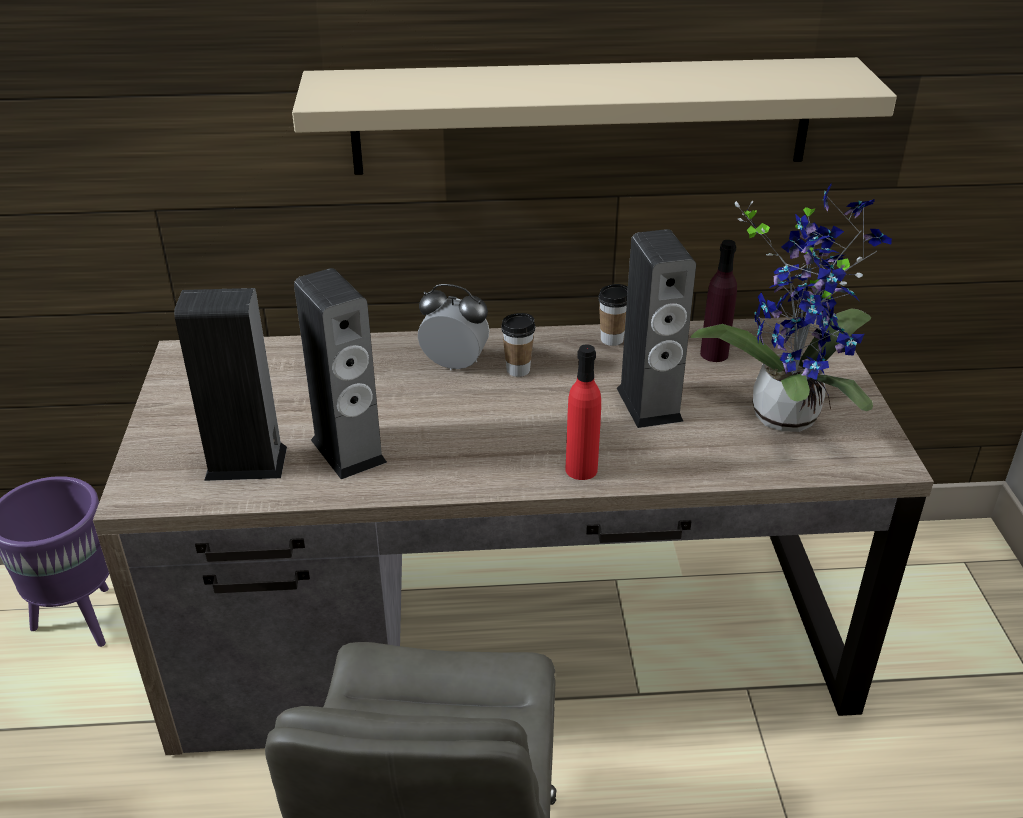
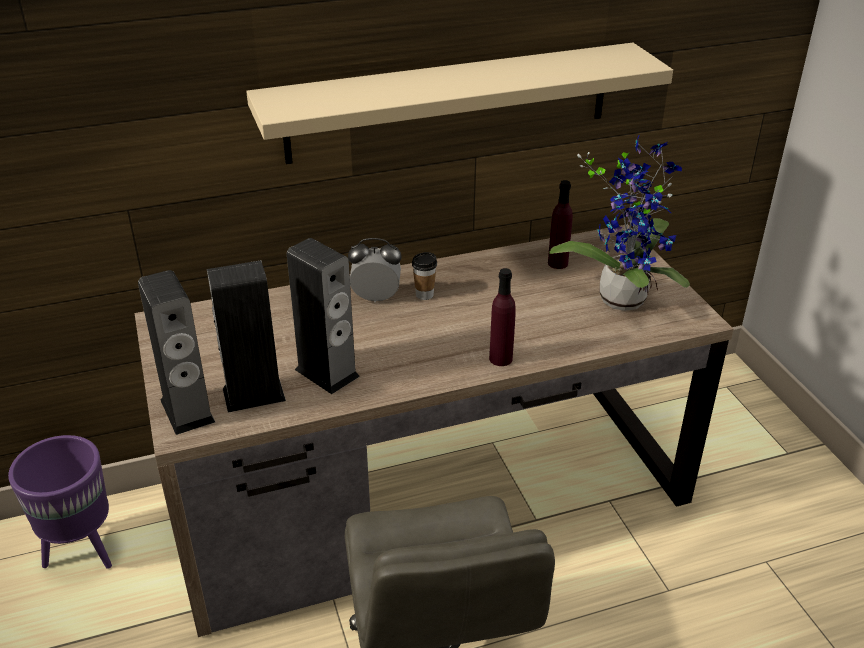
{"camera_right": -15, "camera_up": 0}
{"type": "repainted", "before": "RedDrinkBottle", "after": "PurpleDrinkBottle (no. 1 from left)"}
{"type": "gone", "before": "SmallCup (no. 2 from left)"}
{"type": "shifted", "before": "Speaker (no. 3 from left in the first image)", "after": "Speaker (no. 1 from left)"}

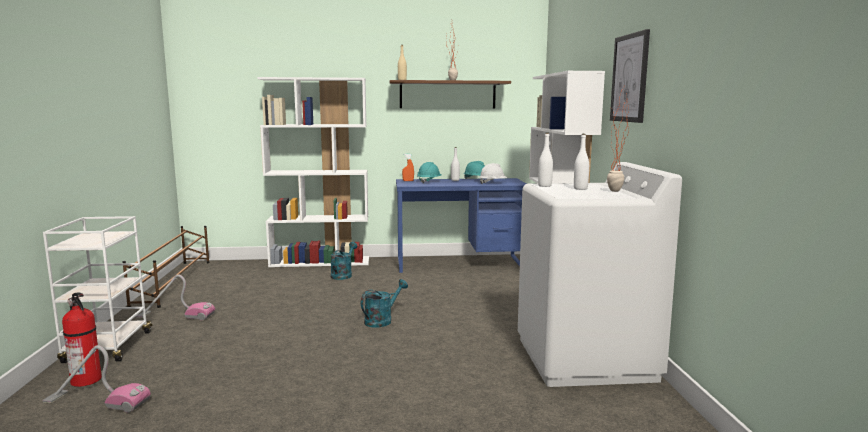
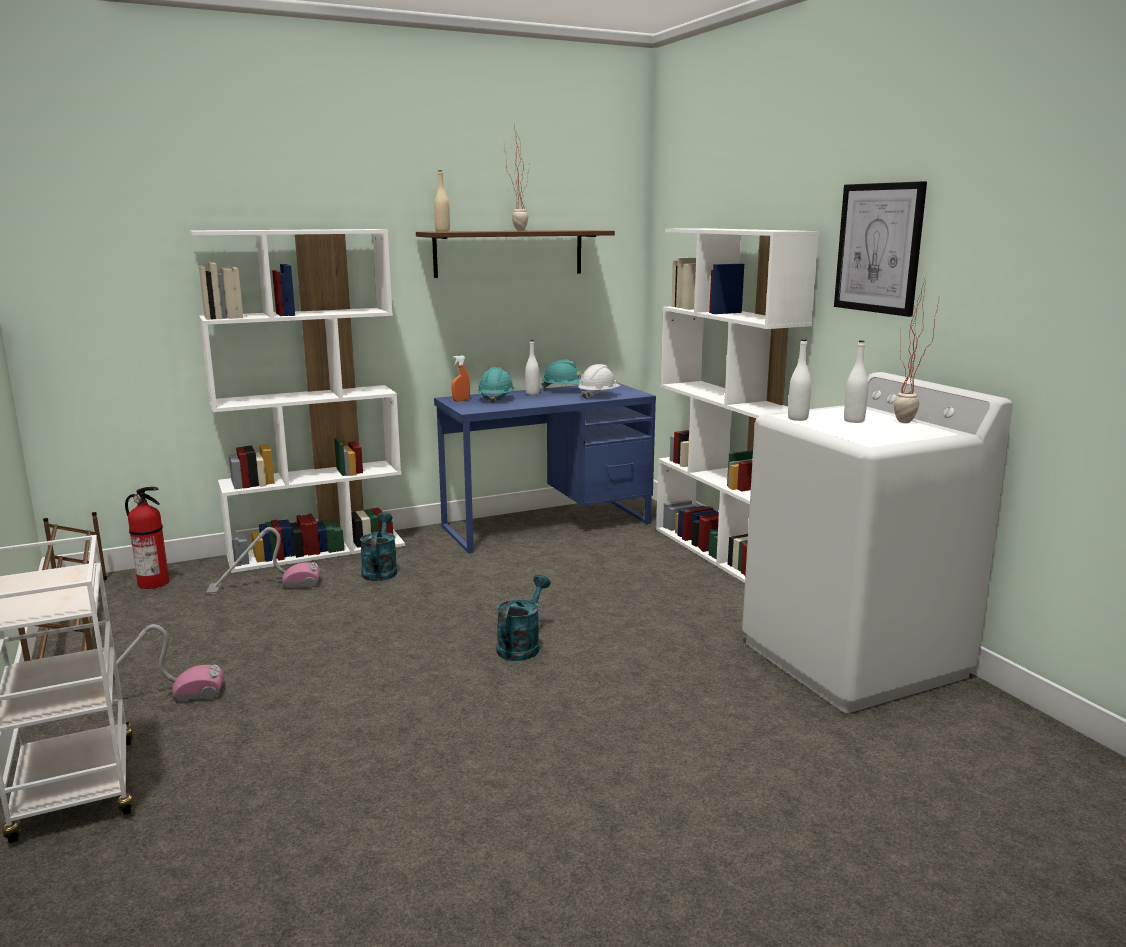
{"camera_right": -20, "camera_up": 5}
{"type": "shifted", "before": "Hoover (no. 1 from left in the first image)", "after": "Hoover (no. 2 from left)"}
{"type": "shifted", "before": "FireExtinguisher"}

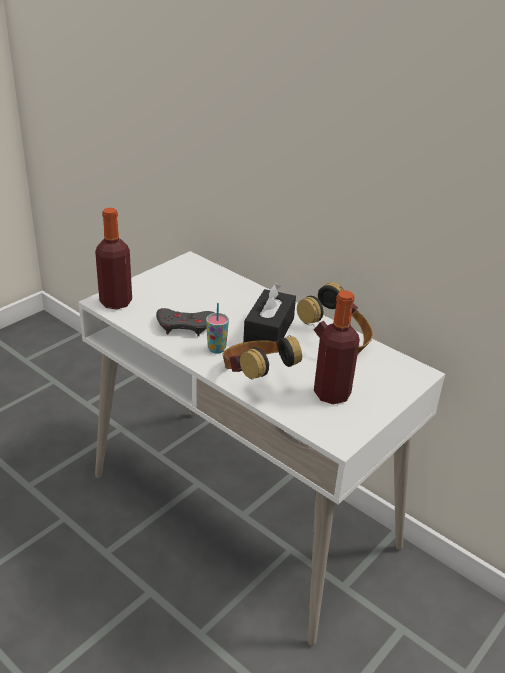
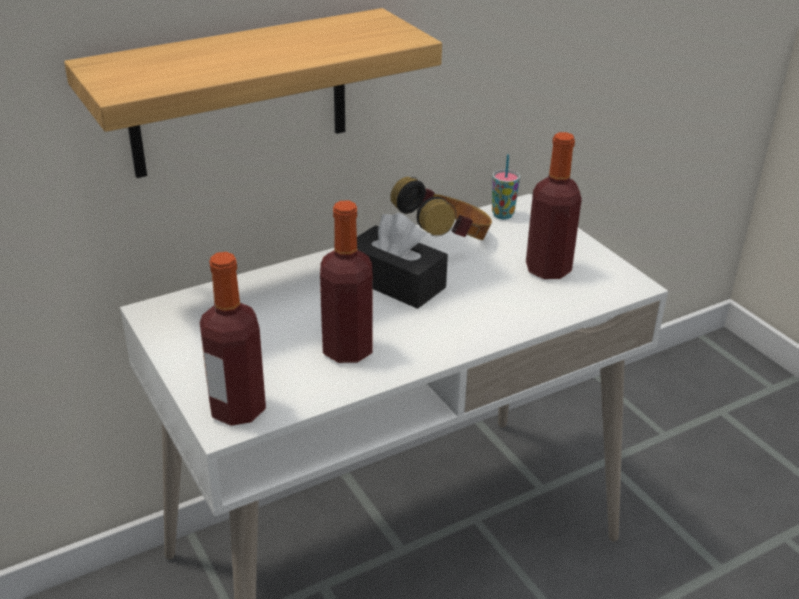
{"camera_right": -70, "camera_up": 0}
{"type": "swapped", "before": "GreyishGameController", "after": "DrinkBottle (no. 2 from left)"}
{"type": "shifted", "before": "SmallCup"}
{"type": "gone", "before": "PairOfHeadphones (no. 1 from left)"}
{"type": "new", "after": "WallShelf"}

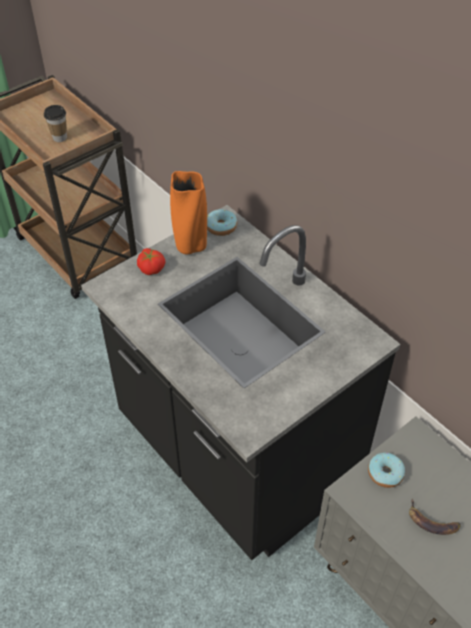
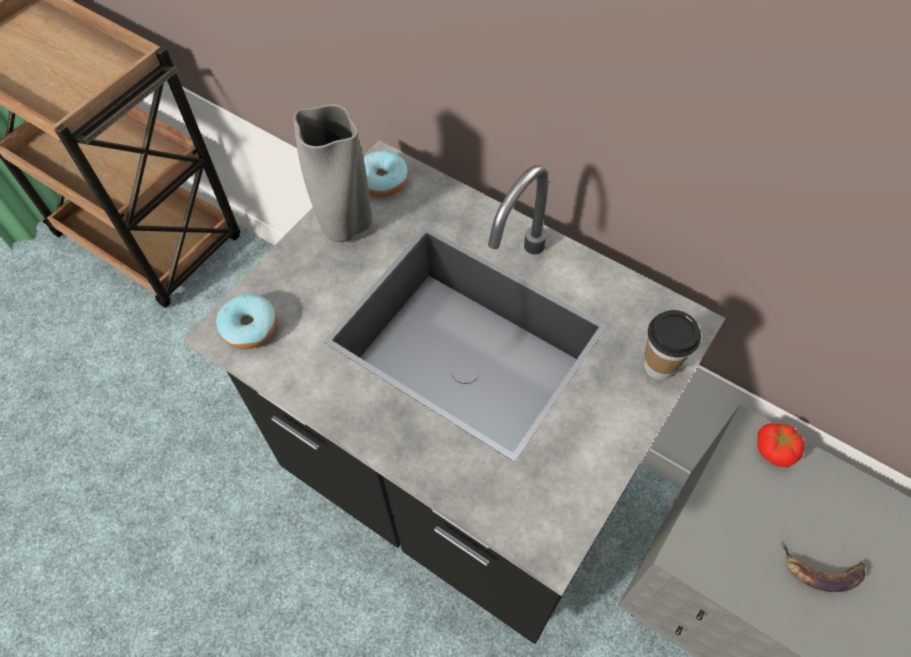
{"camera_right": -15, "camera_up": 10}
{"type": "shifted", "before": "SmallCup"}
{"type": "shifted", "before": "WholeTomato"}
{"type": "repainted", "before": "OrangeyVase", "after": "GreyishVase"}
{"type": "shifted", "before": "Doughnut (no. 2 from left in the first image)", "after": "Doughnut (no. 1 from left)"}

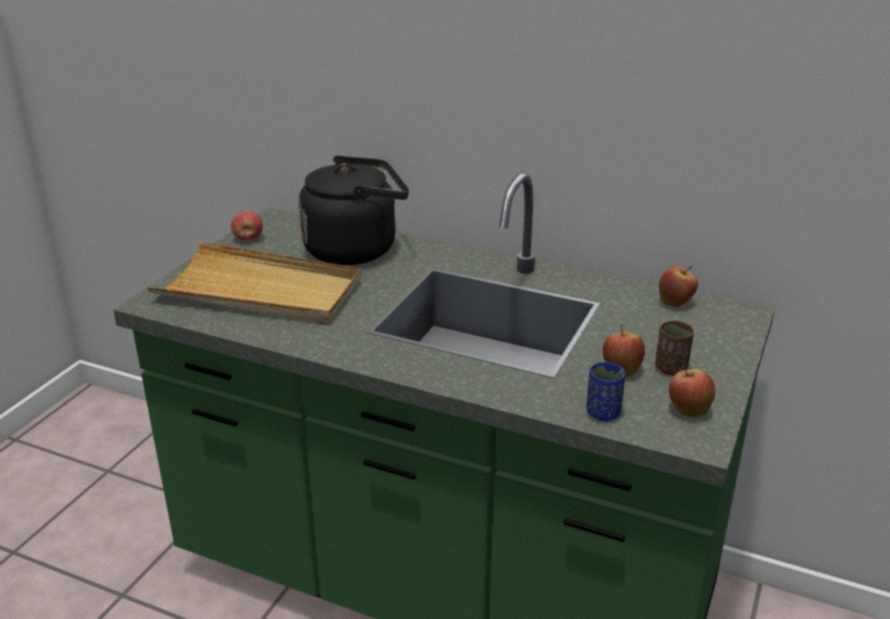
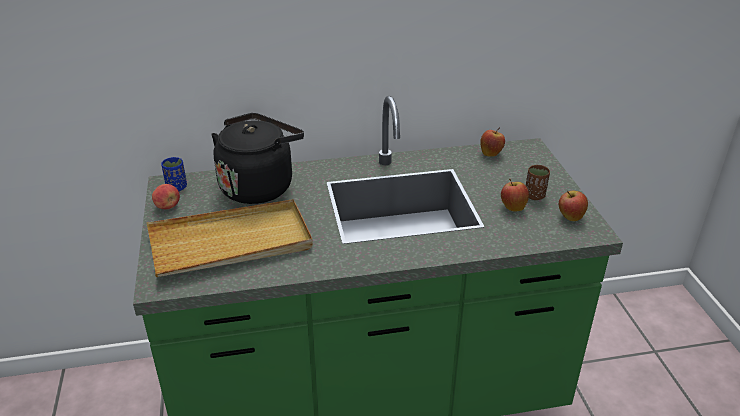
{"camera_right": -35, "camera_up": 5}
{"type": "shifted", "before": "BluishSmallCup"}

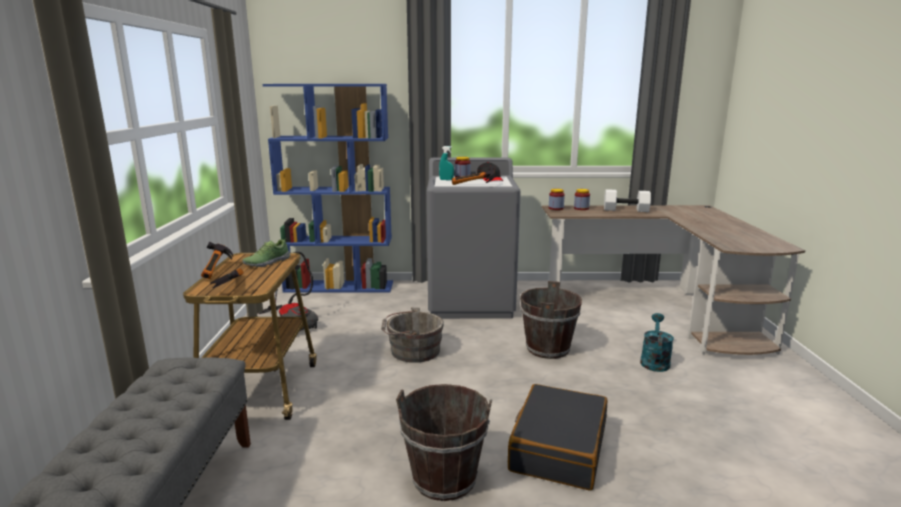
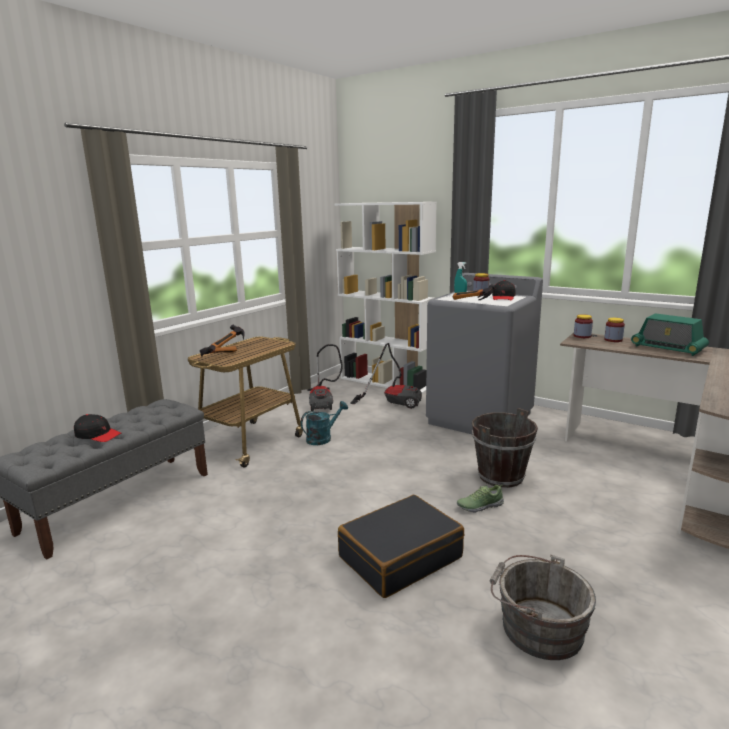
{"camera_right": 35, "camera_up": 0}
{"type": "shifted", "before": "ItemOfFootwear"}
{"type": "repainted", "before": "BluishBookcase", "after": "WhiteBookcase"}
{"type": "shifted", "before": "GreyishBucket"}
{"type": "gone", "before": "BrownBucket (no. 1 from left)"}
{"type": "swapped", "before": "WhiteHandWeight", "after": "RadioSet"}
{"type": "shifted", "before": "TurquoiseWateringCan"}
{"type": "new", "after": "BlackishPeakedCap (no. 1 from left)"}
{"type": "new", "after": "Hoover (no. 2 from left)"}

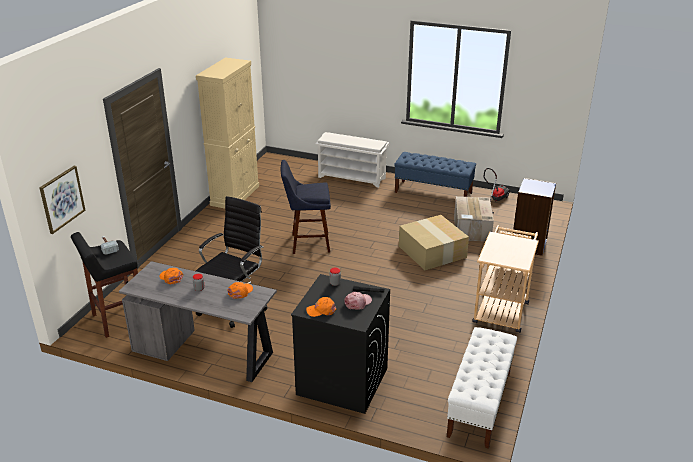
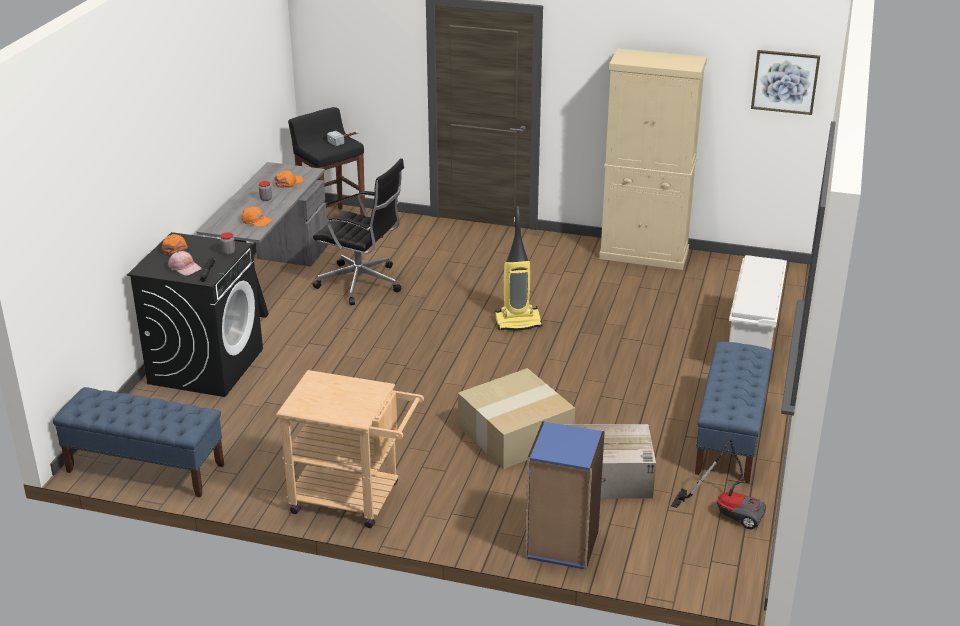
{"camera_right": 85, "camera_up": 0}
{"type": "shifted", "before": "Picture"}
{"type": "swapped", "before": "BluishStool", "after": "Hoover (no. 1 from left)"}
{"type": "repainted", "before": "WhiteIndoorBench", "after": "BluishIndoorBench (no. 1 from left)"}

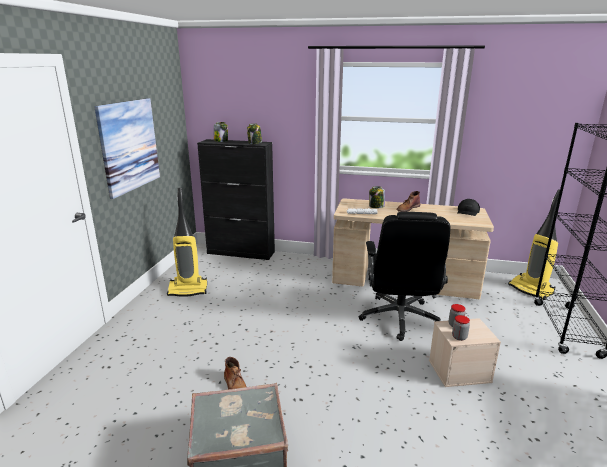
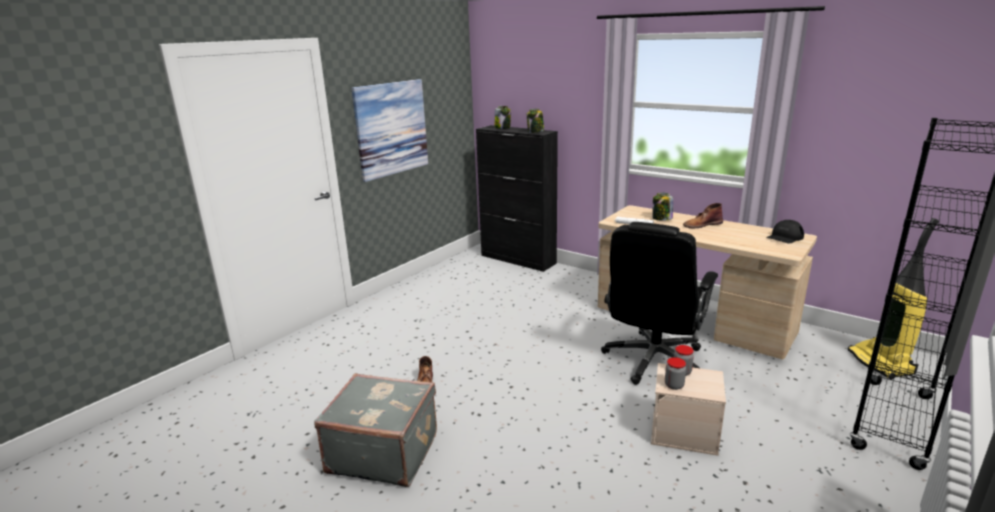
{"camera_right": 25, "camera_up": 0}
{"type": "gone", "before": "Hoover (no. 1 from left)"}

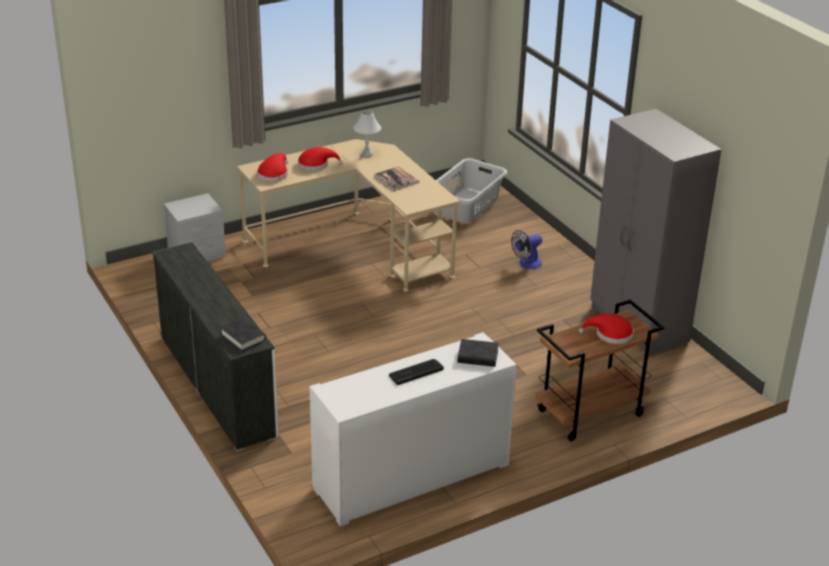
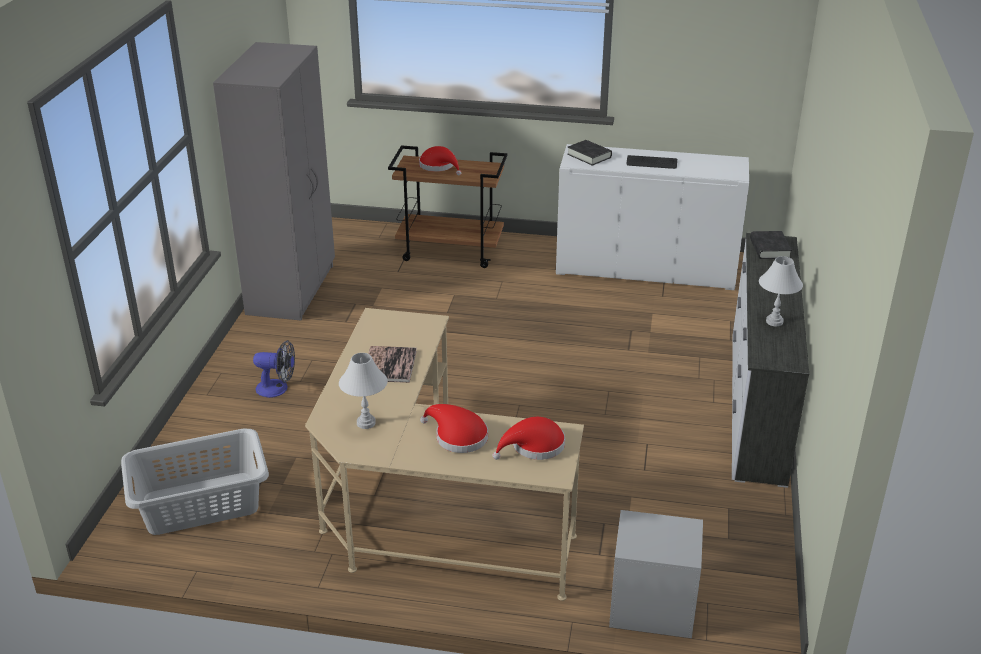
{"camera_right": -140, "camera_up": 0}
{"type": "new", "after": "WhiteTableLamp (no. 2 from left)"}

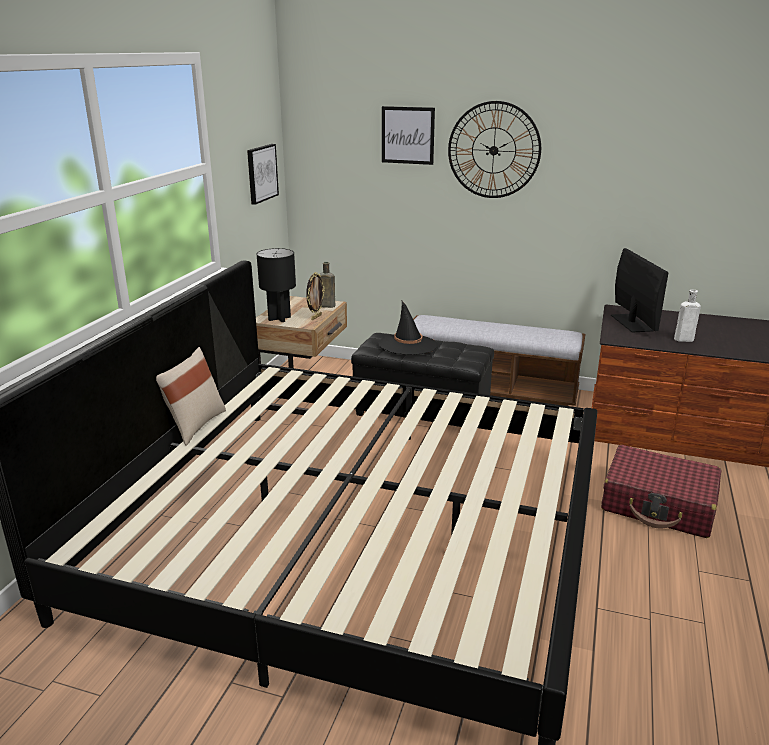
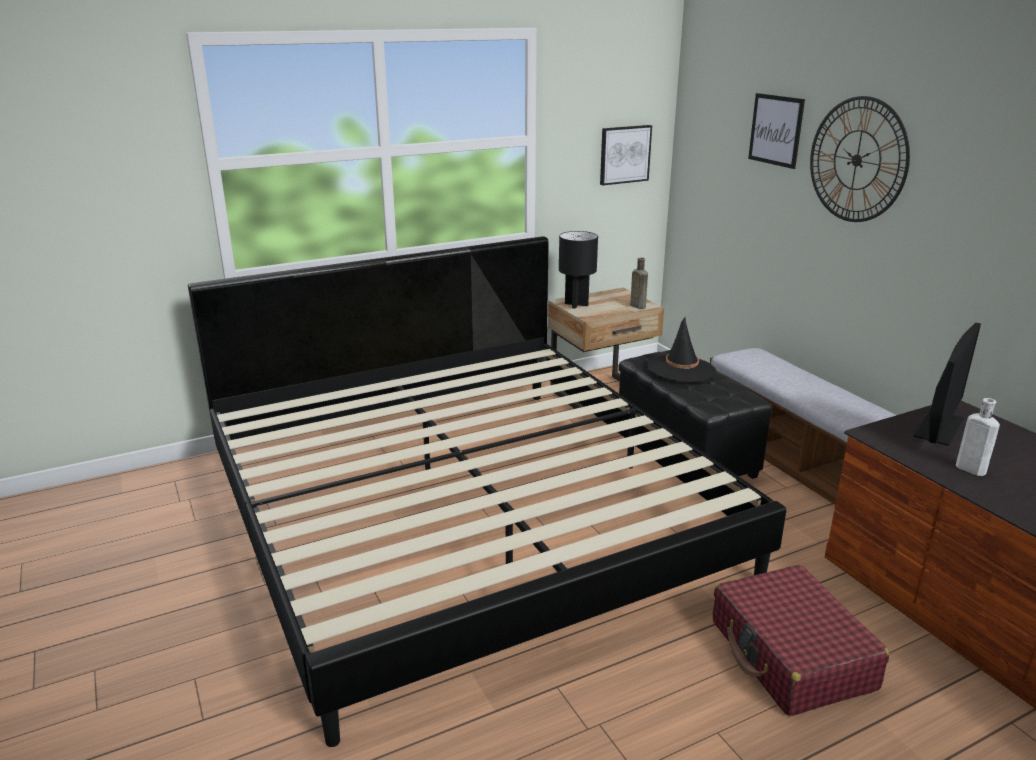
{"camera_right": 45, "camera_up": 0}
{"type": "gone", "before": "SandColouredPillow"}
{"type": "gone", "before": "PictureFrame"}

